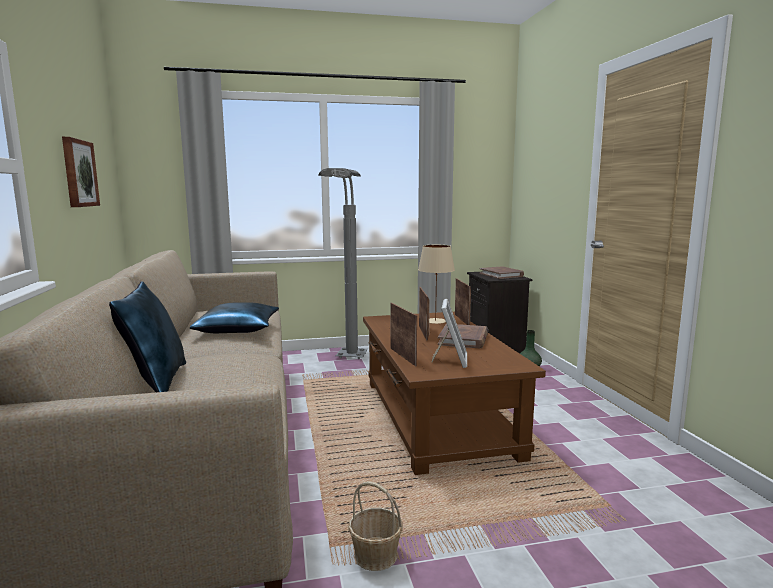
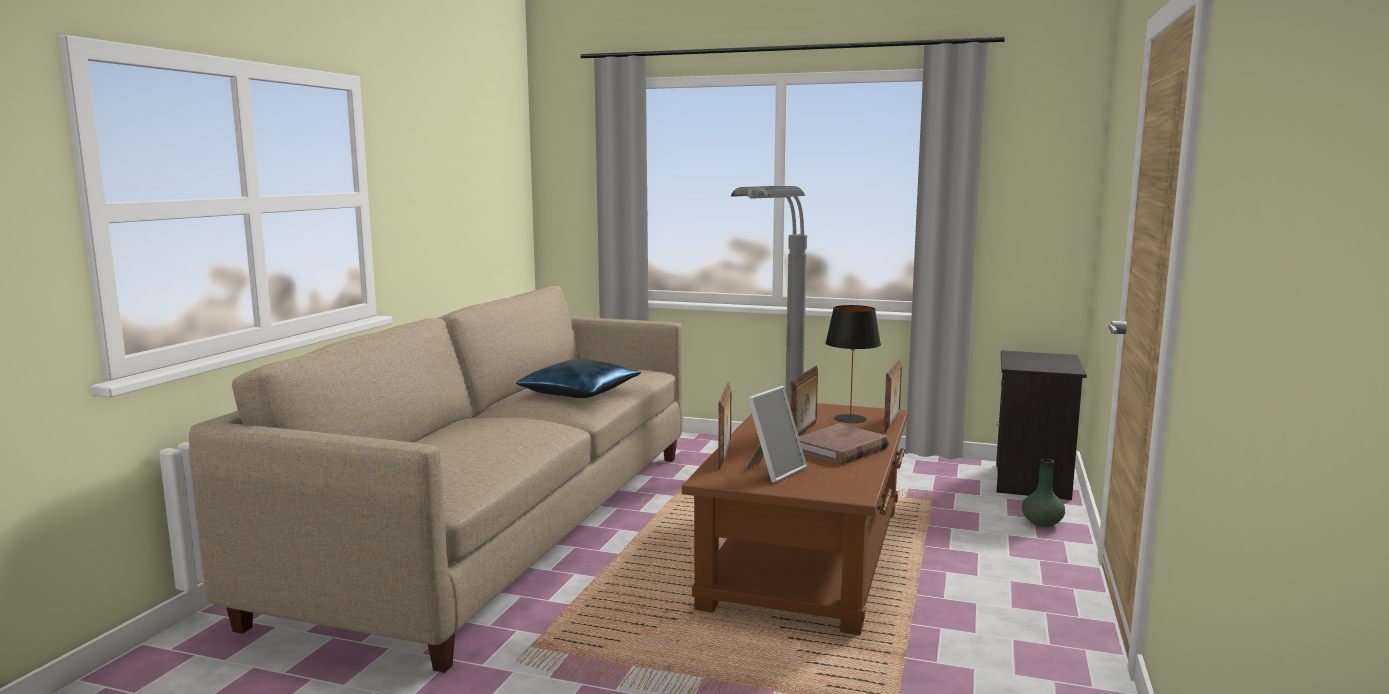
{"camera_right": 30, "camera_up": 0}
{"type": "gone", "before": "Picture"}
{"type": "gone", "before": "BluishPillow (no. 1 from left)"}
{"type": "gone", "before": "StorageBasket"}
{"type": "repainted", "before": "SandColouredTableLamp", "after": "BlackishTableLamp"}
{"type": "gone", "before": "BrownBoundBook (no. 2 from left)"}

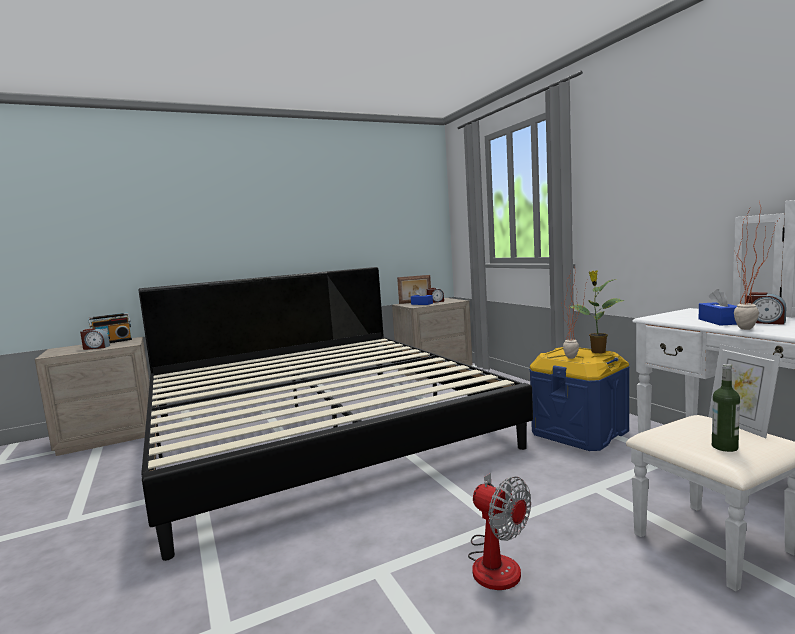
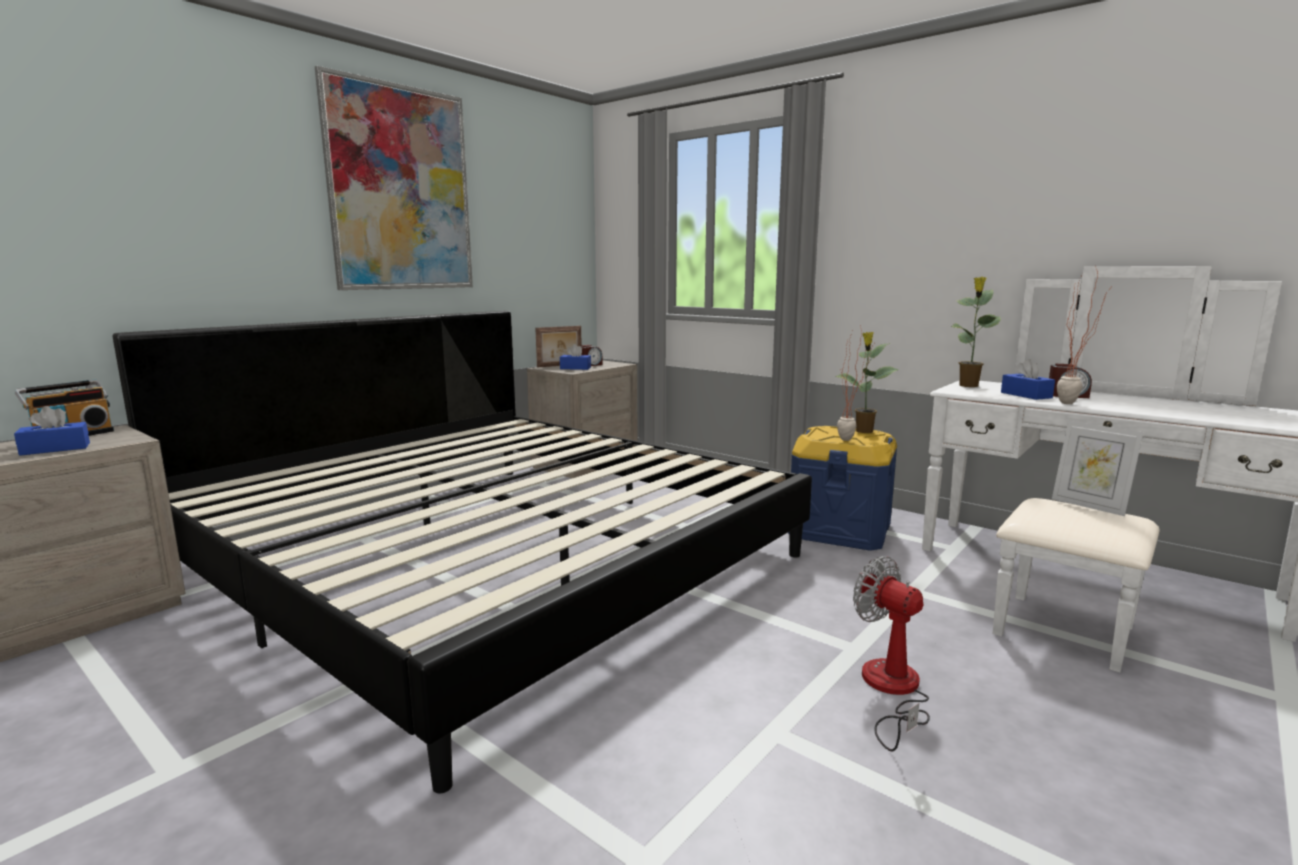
{"camera_right": -25, "camera_up": 5}
{"type": "swapped", "before": "BedsideClock (no. 1 from left)", "after": "BluishTissueHolder (no. 1 from left)"}
{"type": "rotated", "before": "ElectricFan", "turn": -150}
{"type": "gone", "before": "DrinkBottle"}
{"type": "new", "after": "Picture"}
{"type": "new", "after": "PlantInAPot (no. 3 from left)"}

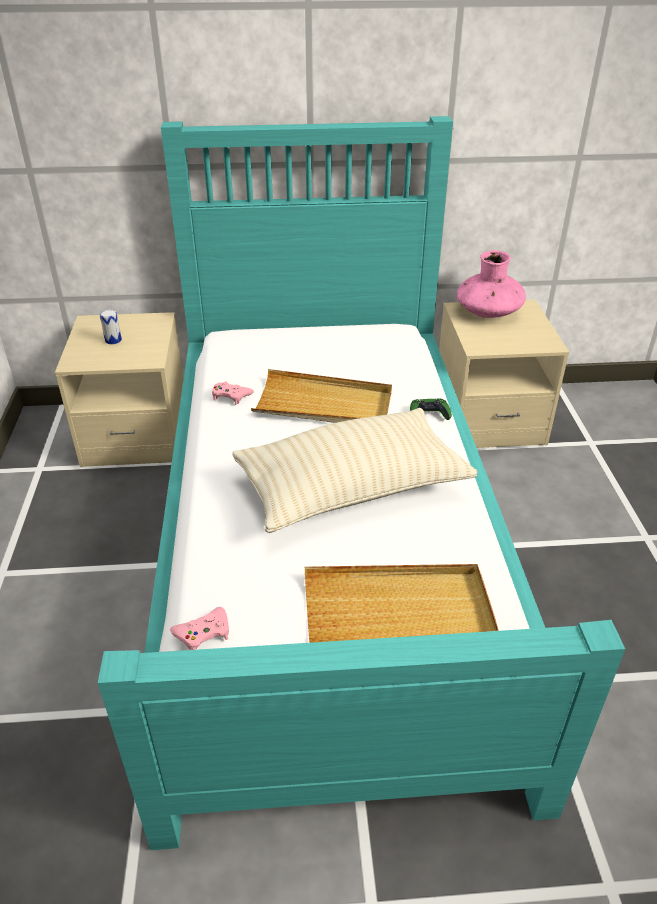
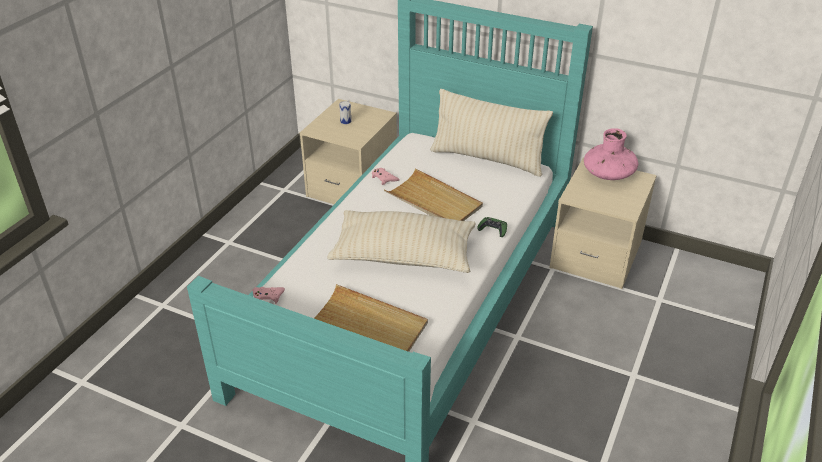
{"camera_right": 30, "camera_up": 0}
{"type": "new", "after": "SandColouredPillow (no. 2 from left)"}

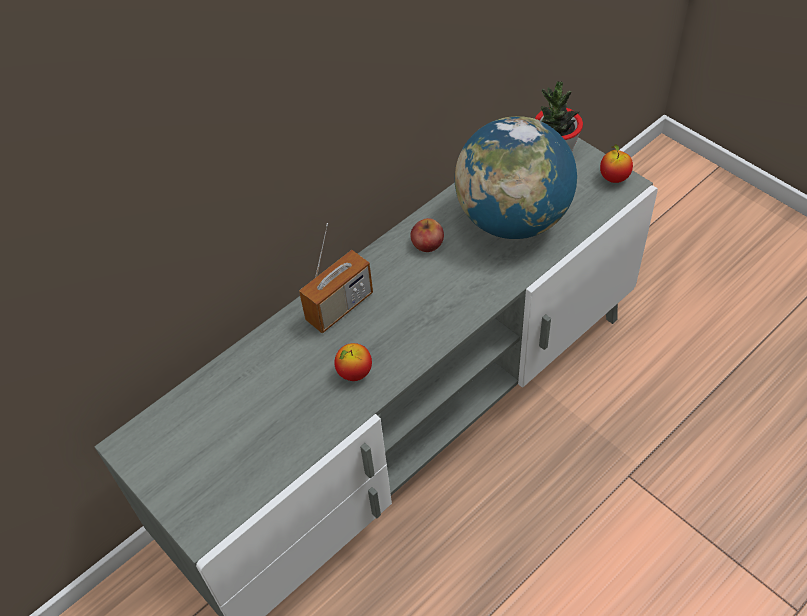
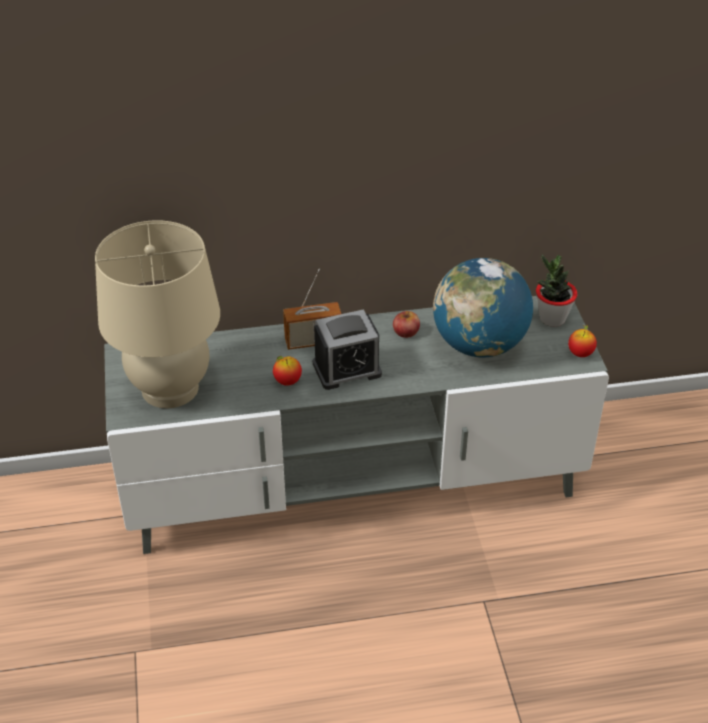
{"camera_right": 30, "camera_up": -10}
{"type": "new", "after": "SandColouredTableLamp"}
{"type": "new", "after": "BedsideClock"}

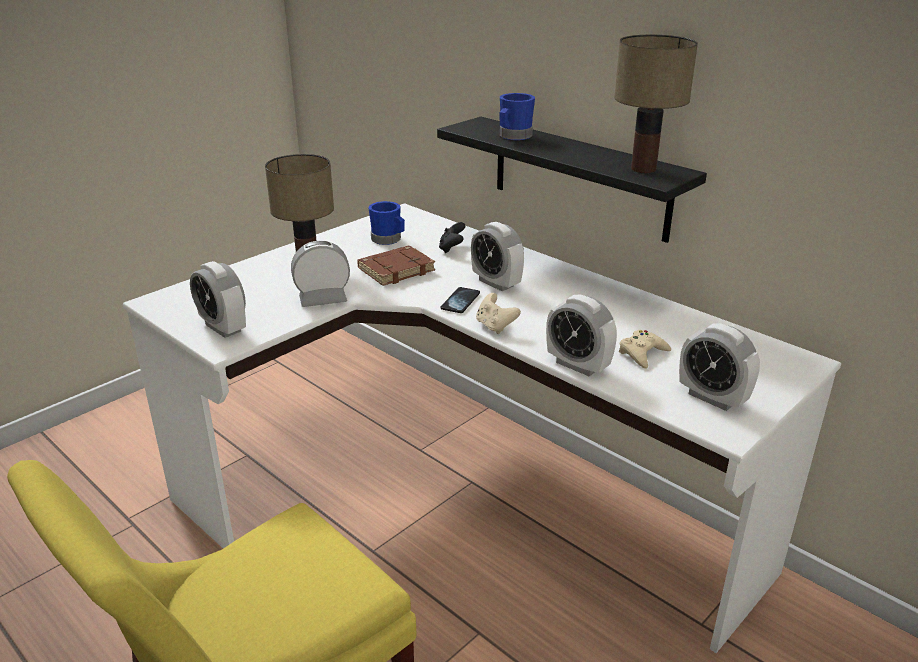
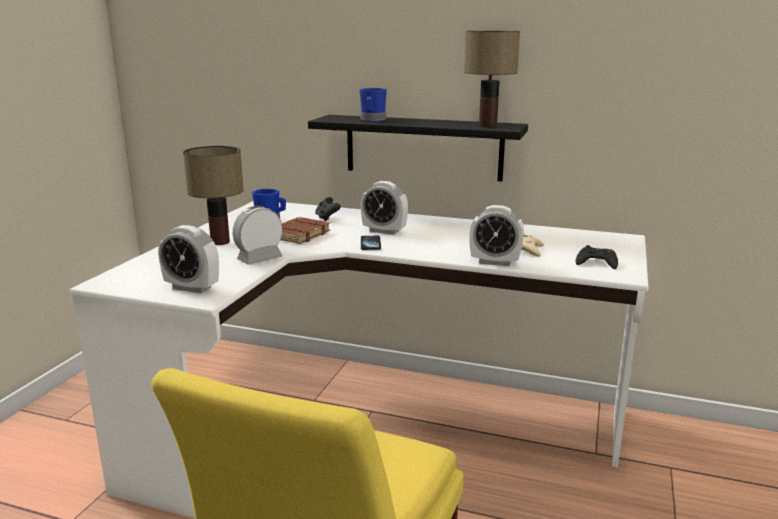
{"camera_right": -25, "camera_up": -10}
{"type": "gone", "before": "SandColouredGameController (no. 1 from left)"}
{"type": "swapped", "before": "BedsideClock (no. 5 from left)", "after": "BlackishGameController (no. 2 from left)"}

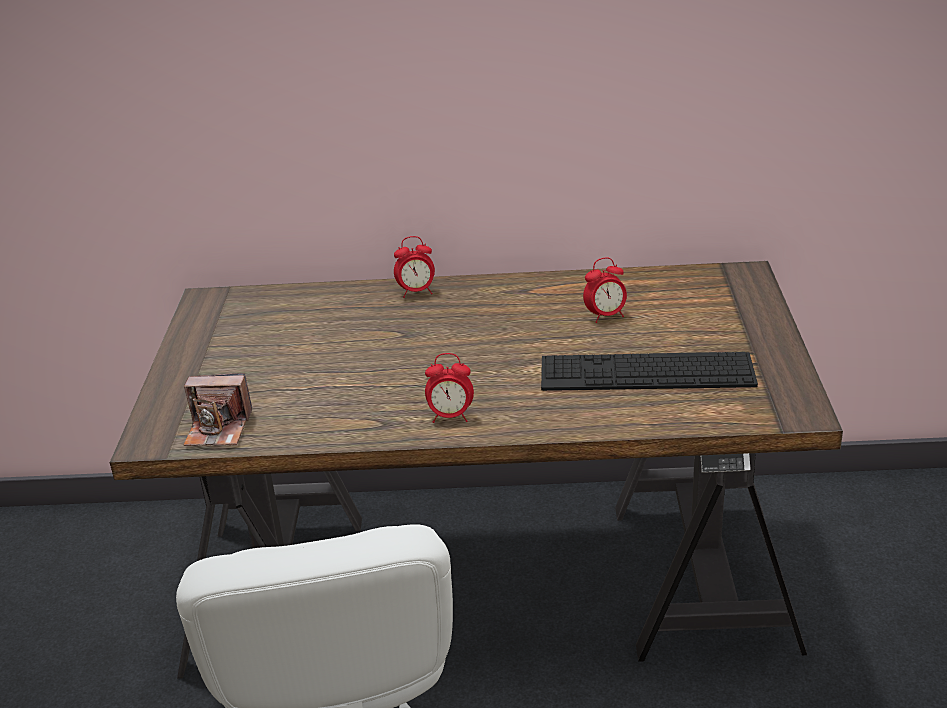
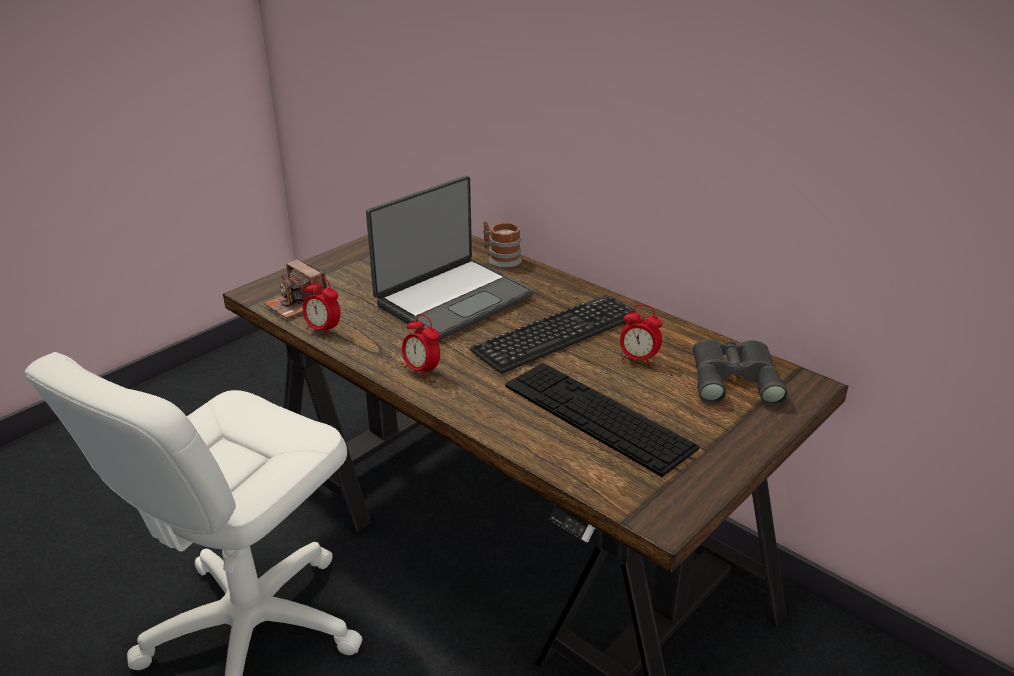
{"camera_right": 40, "camera_up": 0}
{"type": "shifted", "before": "BedsideClock (no. 1 from left)"}
{"type": "new", "after": "PortableComputer"}
{"type": "new", "after": "PcKeyboard (no. 1 from left)"}
{"type": "new", "after": "CoffeeMug"}
{"type": "new", "after": "GreyishFieldGlasses"}

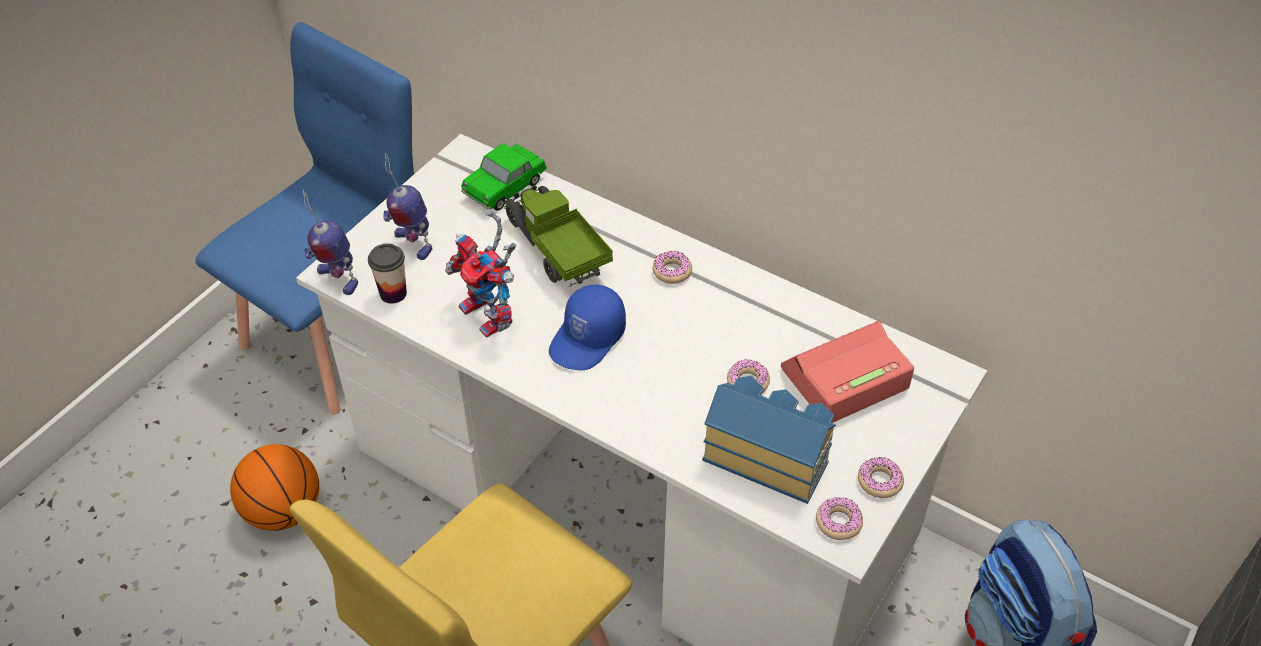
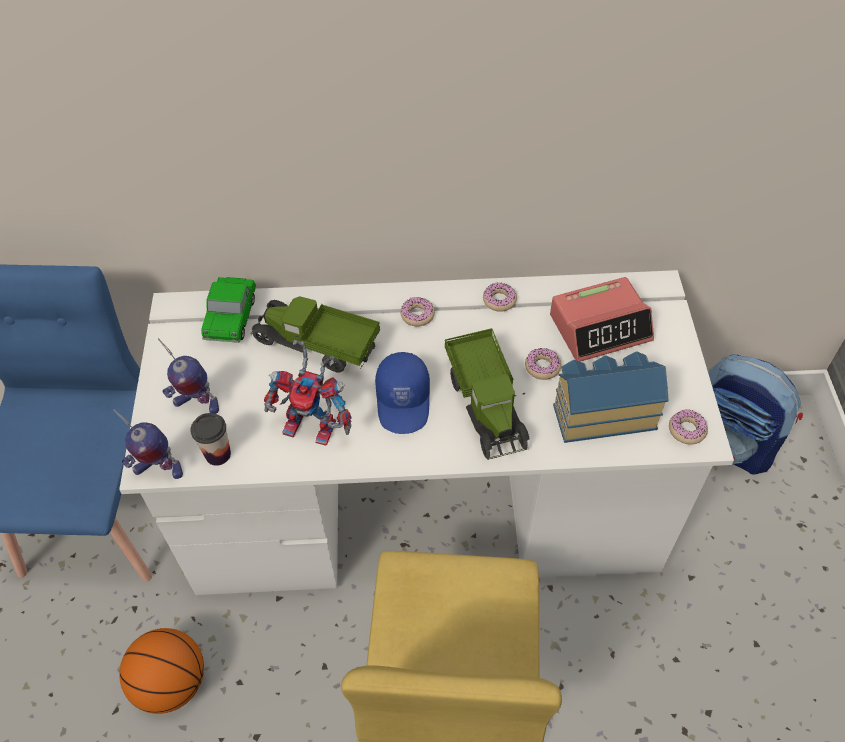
{"camera_right": -35, "camera_up": 5}
{"type": "rotated", "before": "BedsideClock", "turn": -135}
{"type": "shifted", "before": "Doughnut (no. 4 from left in the first image)", "after": "Doughnut (no. 2 from left)"}
{"type": "new", "after": "ToyLorry (no. 2 from left)"}

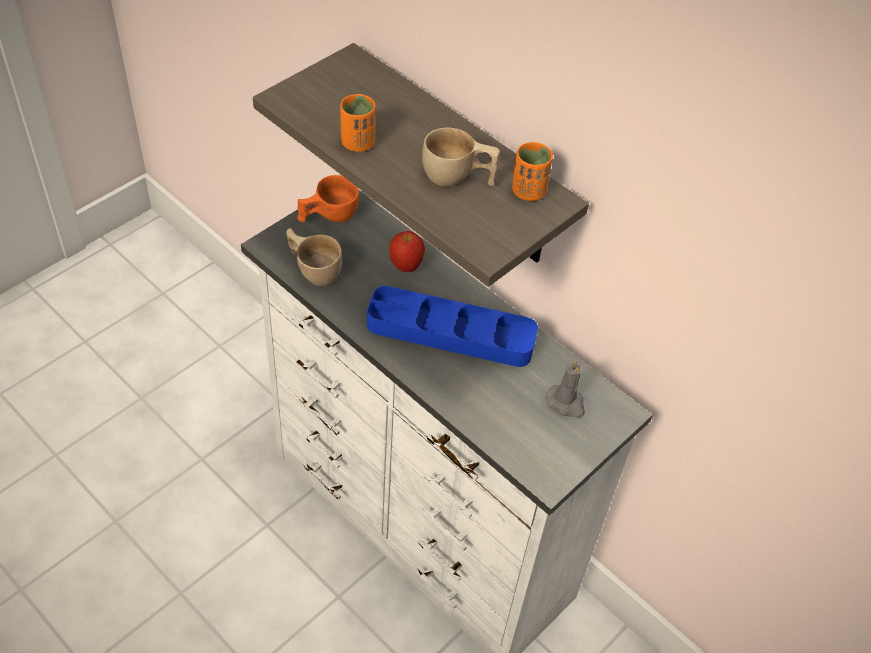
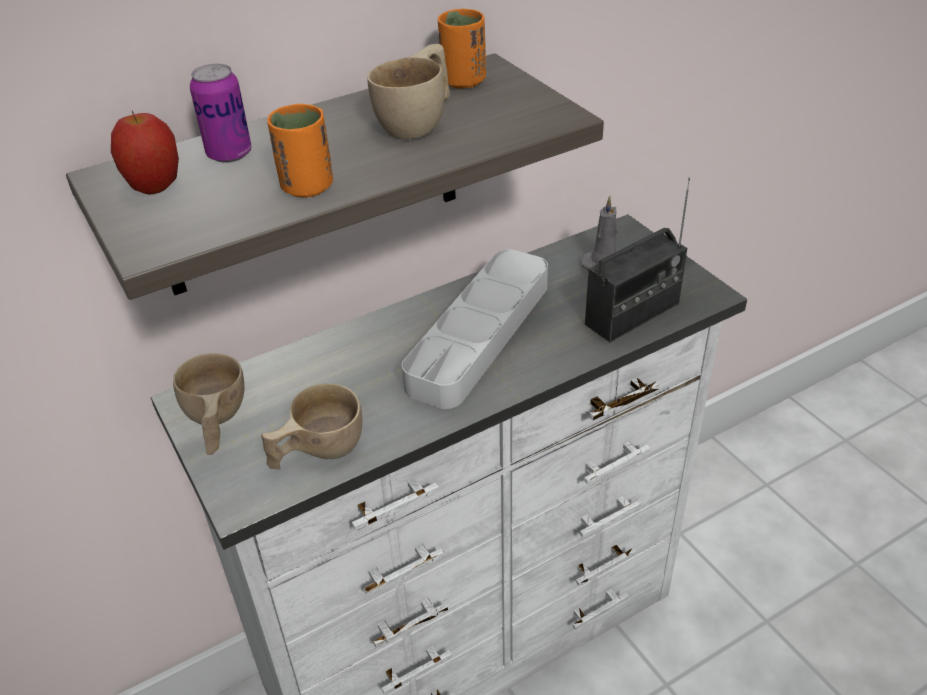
{"camera_right": -70, "camera_up": -10}
{"type": "repainted", "before": "OrangeySmallCup (no. 1 from left)", "after": "SandColouredSmallCup (no. 1 from left)"}
{"type": "repainted", "before": "BluishCarryingTray", "after": "GreyishCarryingTray"}
{"type": "shifted", "before": "WholeApple"}
{"type": "new", "after": "Can"}
{"type": "new", "after": "RadioSet"}

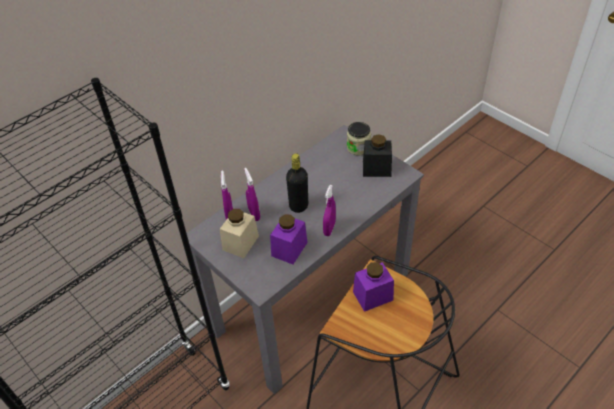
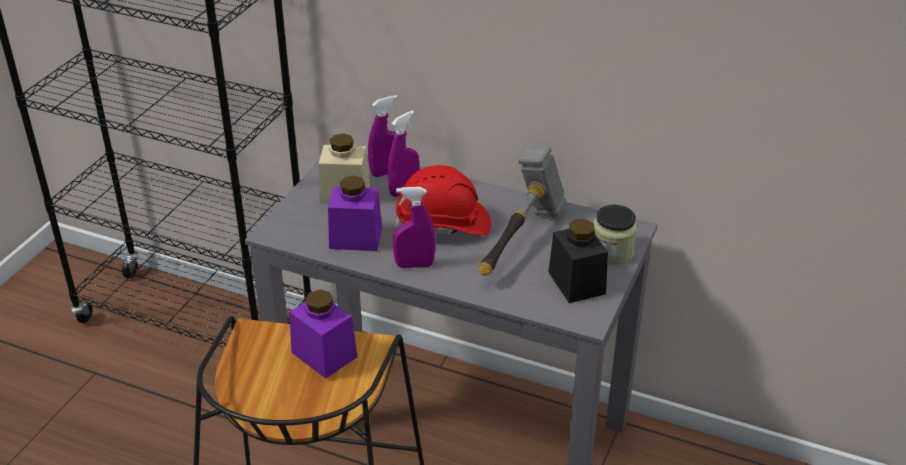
{"camera_right": 65, "camera_up": -10}
{"type": "swapped", "before": "BlackishDrinkBottle", "after": "RedSafetyHelmet"}
{"type": "new", "after": "ToolHammer"}

